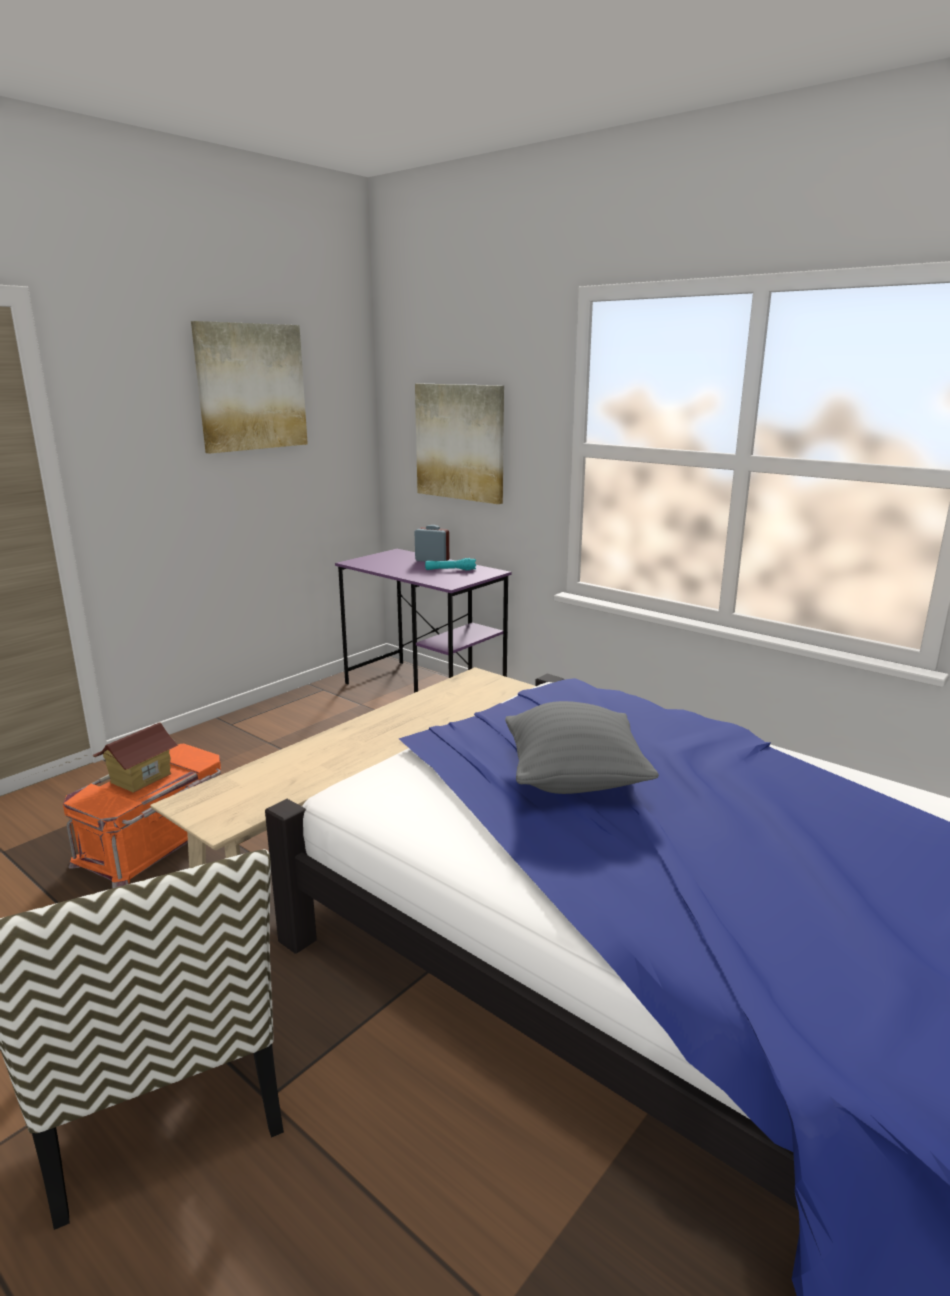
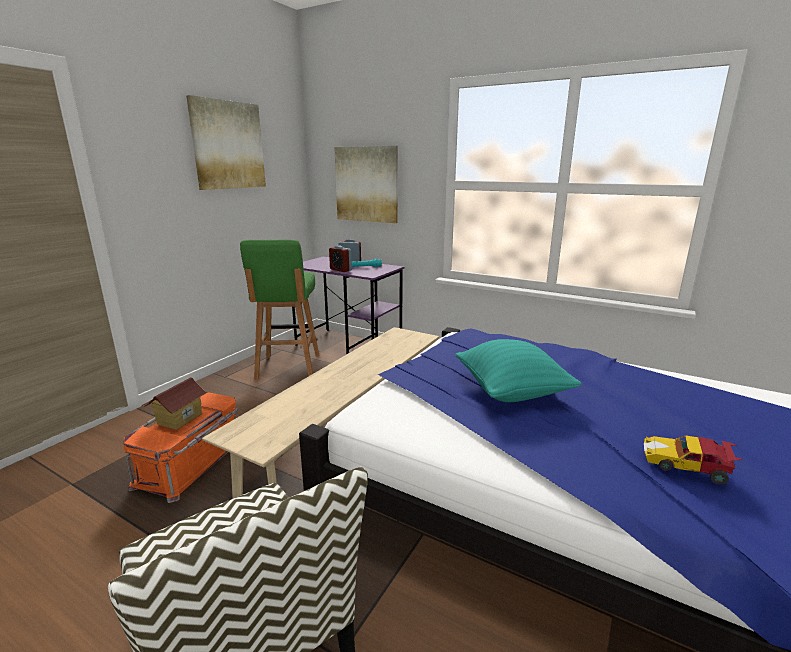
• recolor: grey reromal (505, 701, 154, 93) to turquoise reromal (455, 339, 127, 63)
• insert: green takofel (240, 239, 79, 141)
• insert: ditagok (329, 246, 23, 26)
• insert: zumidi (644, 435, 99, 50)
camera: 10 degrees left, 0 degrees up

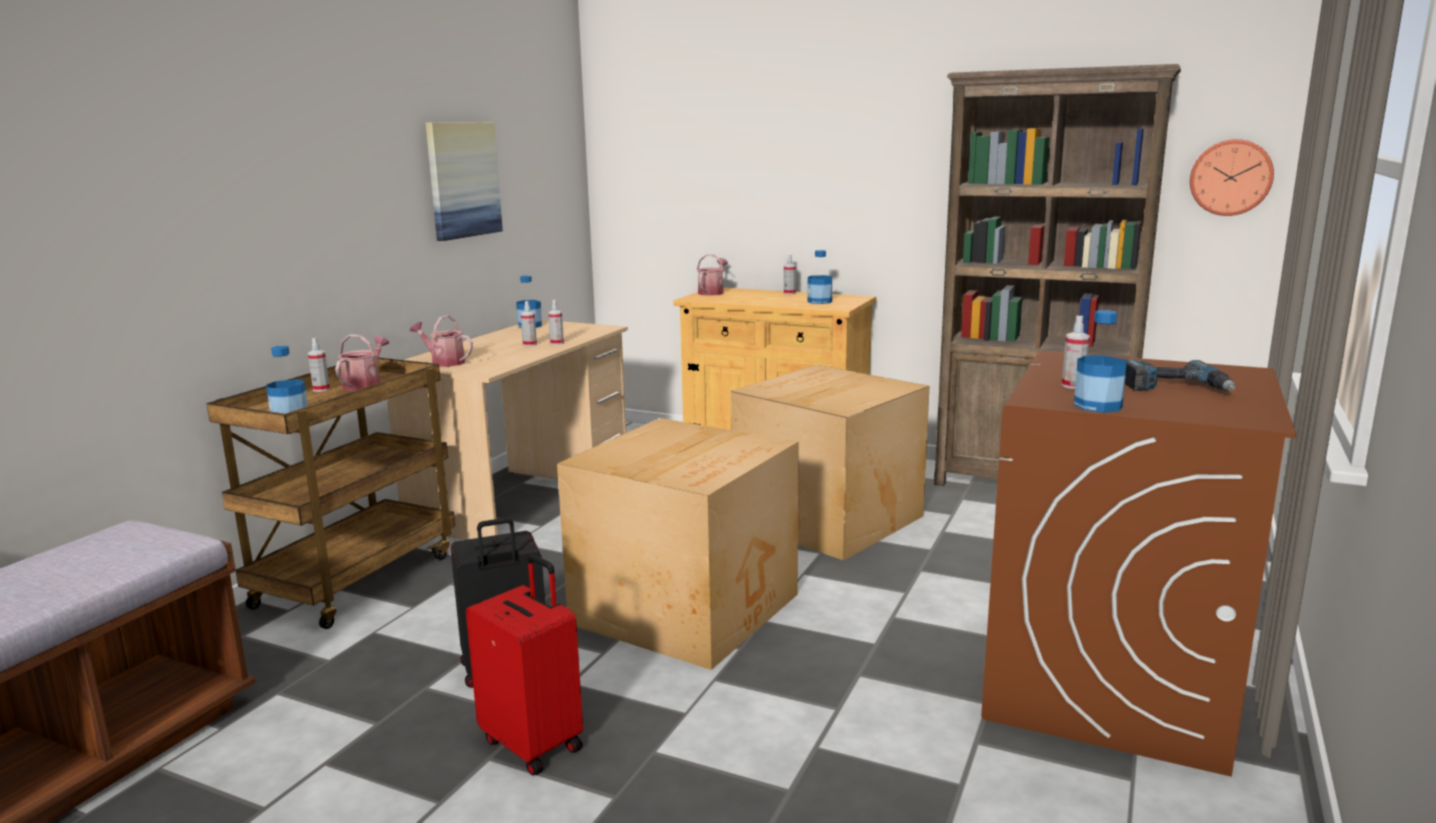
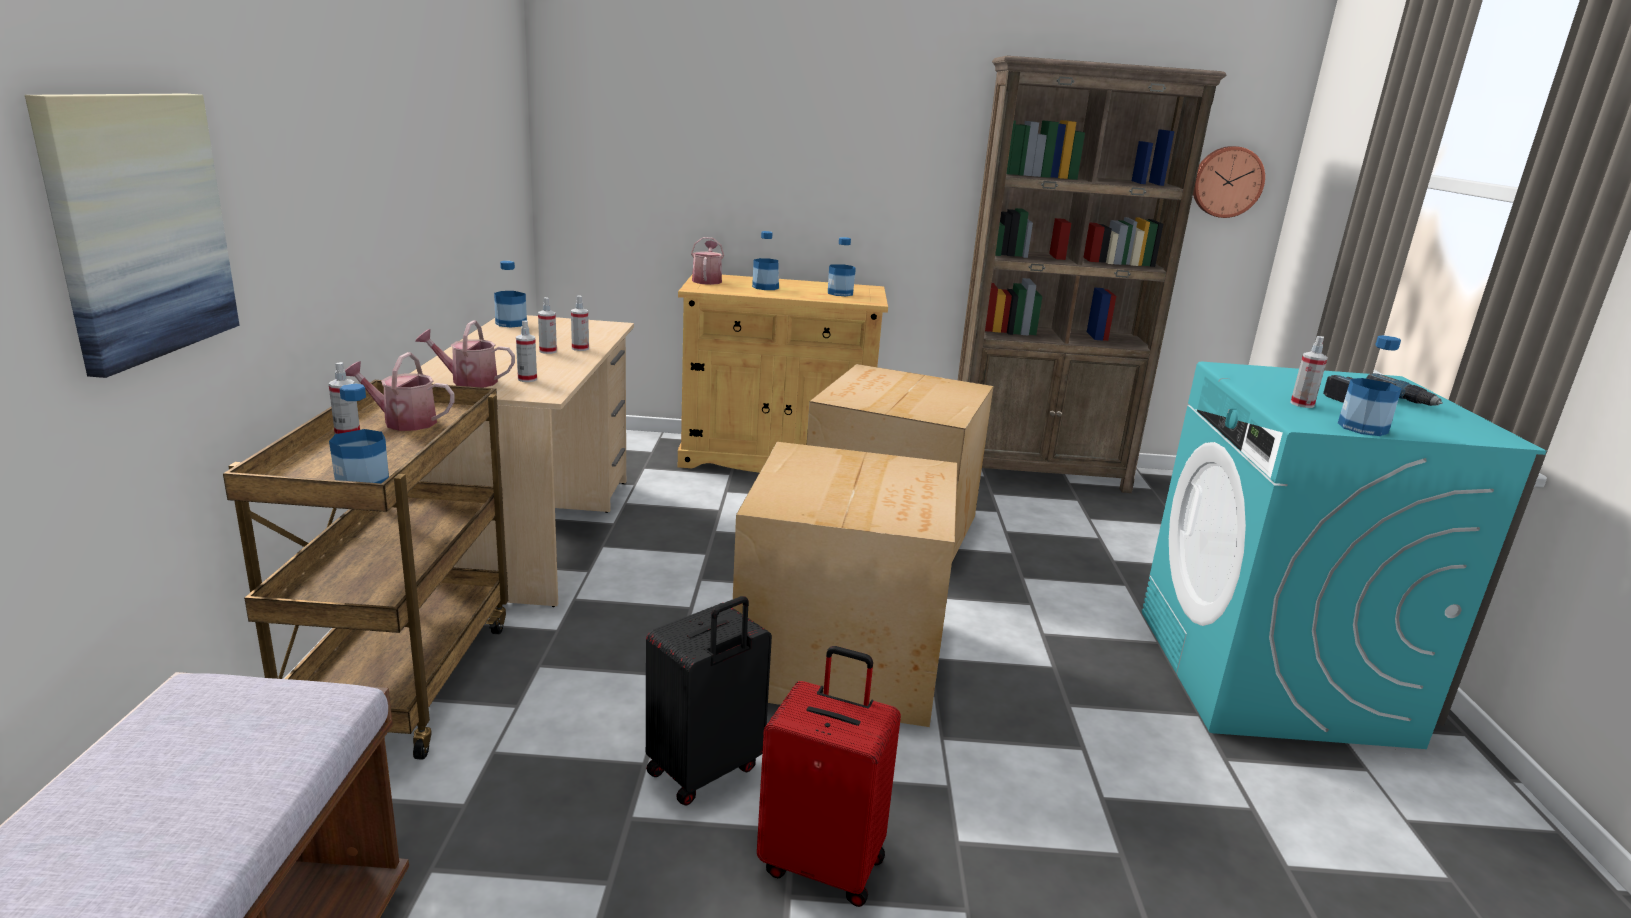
• rotate: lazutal (335, 334, 54, 57) = (345, 352, 110, 79) 75 degrees counterclockwise
• move: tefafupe (425, 122, 78, 119) to (25, 94, 215, 284)
• move: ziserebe (784, 255, 12, 40) to (516, 320, 21, 62)
• recolor: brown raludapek (981, 351, 316, 426) to turquoise raludapek (1142, 361, 404, 388)
• insert: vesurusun (752, 231, 27, 59)
camera: 25 degrees left, 5 degrees up

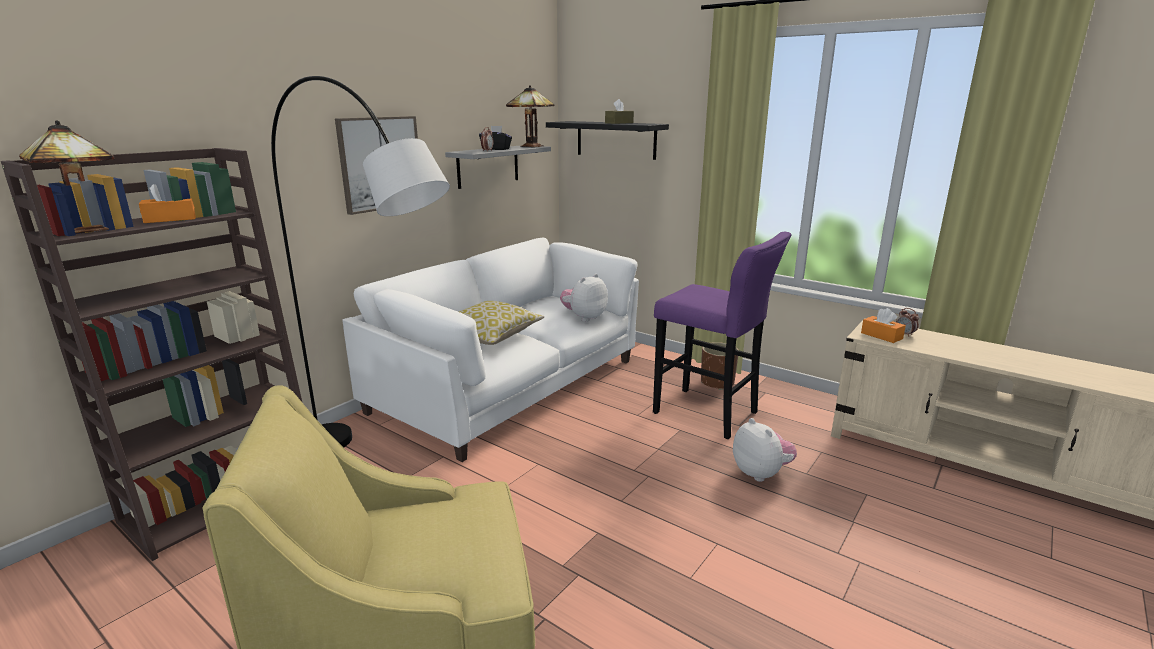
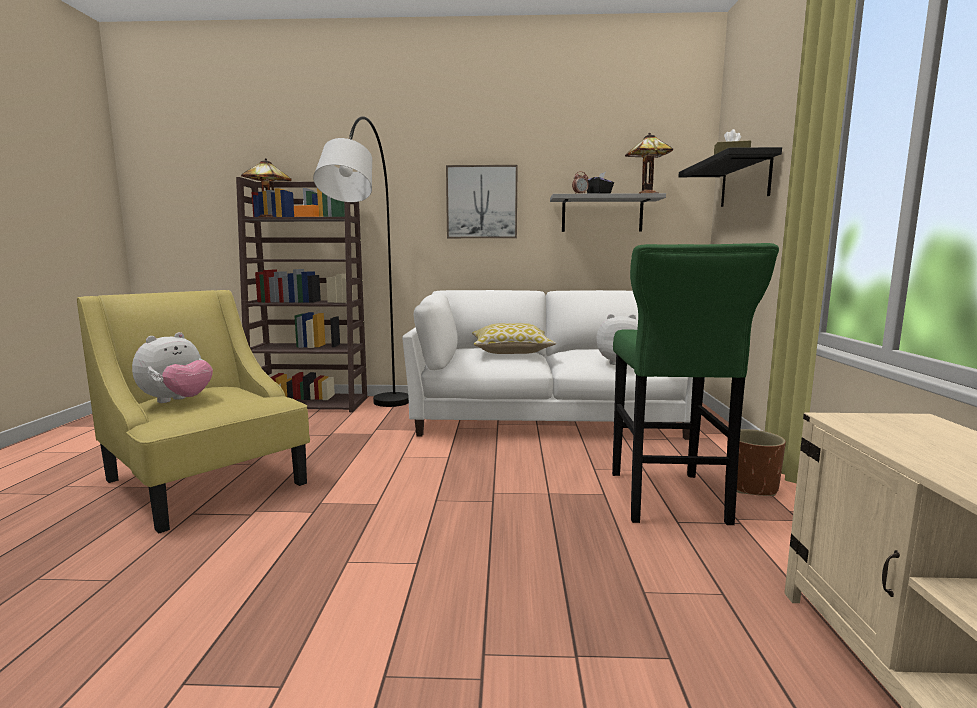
• recolor: purple takofel (653, 232, 139, 208) to green takofel (612, 243, 167, 282)
• move: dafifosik (733, 418, 64, 64) to (132, 332, 81, 71)
• delete: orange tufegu (861, 308, 45, 35)
• delete: ditagok (896, 308, 23, 29)
camera: 55 degrees right, 10 degrees down

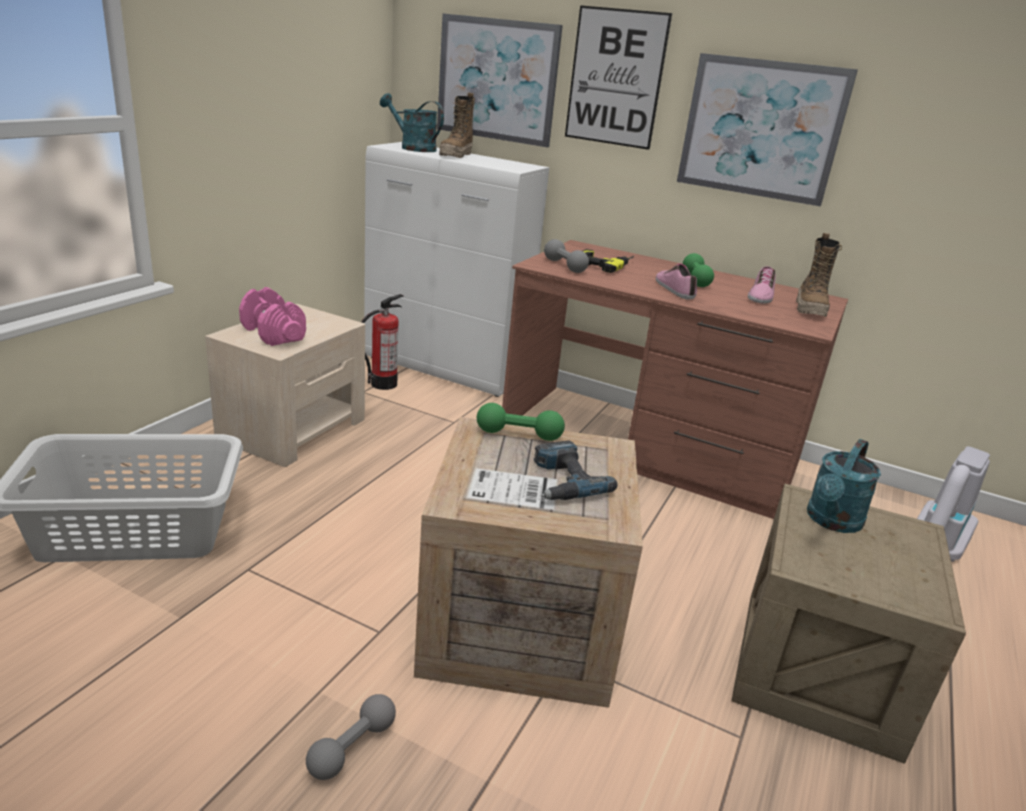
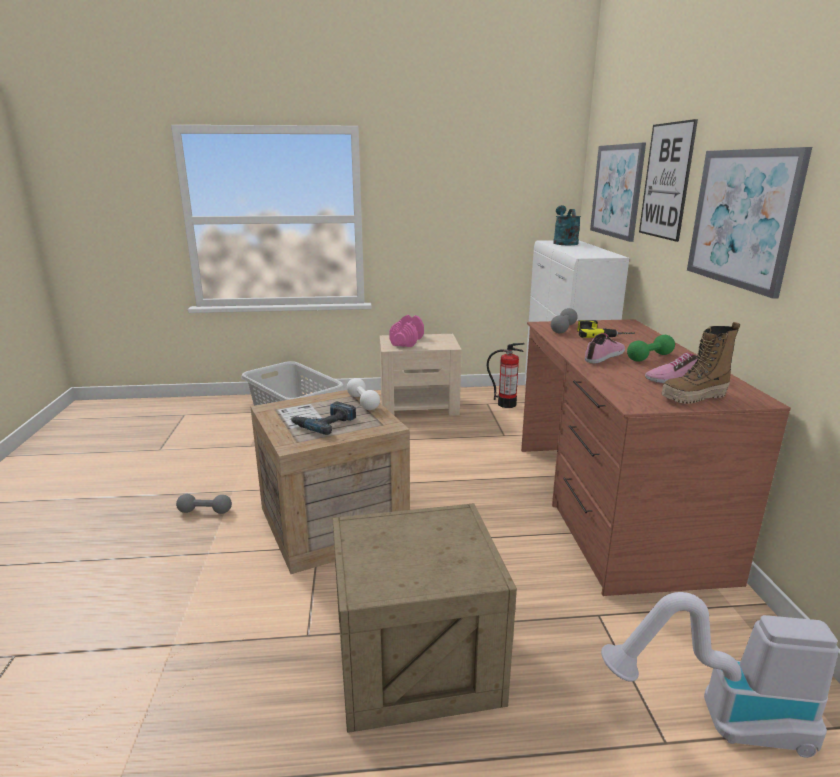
• delete: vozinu (439, 92, 36, 66)
• recolor: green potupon (477, 403, 88, 38) to white potupon (347, 378, 33, 32)
• delete: turquoise lazutal (807, 439, 74, 94)
camera: 60 degrees right, 5 degrees down

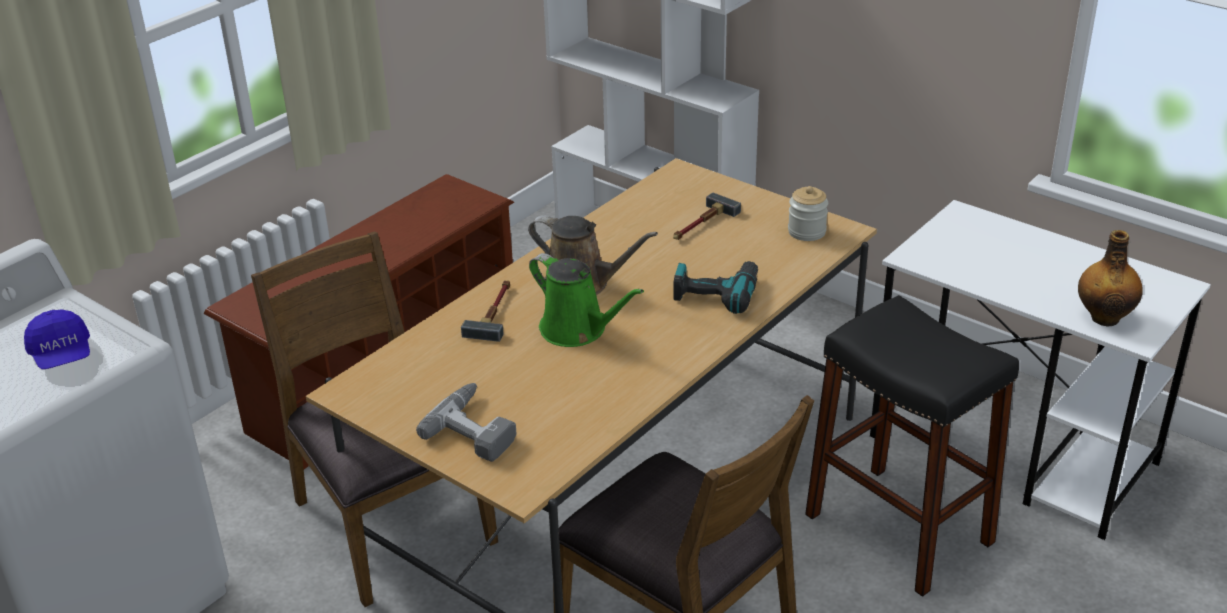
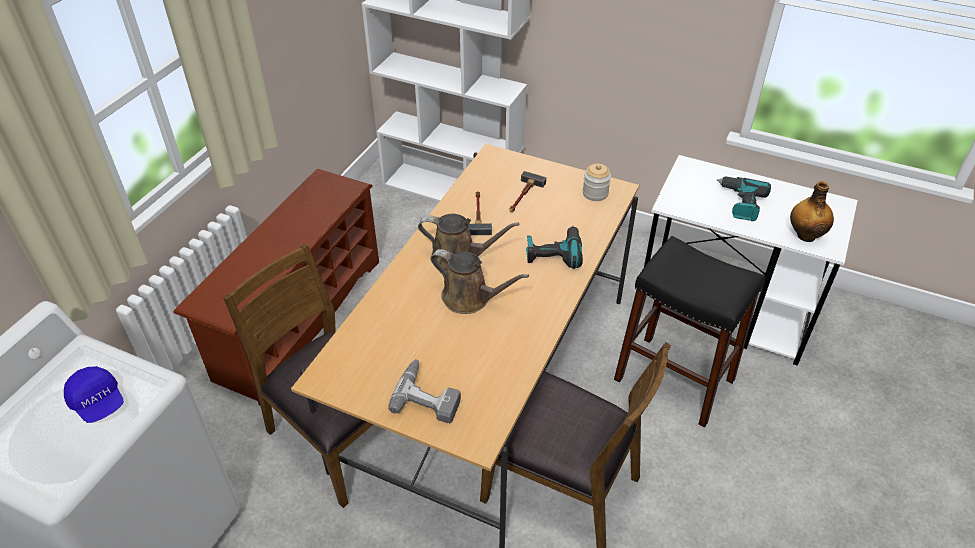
• move: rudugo (461, 280, 49, 62) to (468, 191, 24, 44)
• recolor: green lazutal (529, 253, 115, 94) to brown lazutal (430, 249, 99, 65)
• insert: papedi (716, 176, 55, 45)
camera: 15 degrees left, 10 degrees up

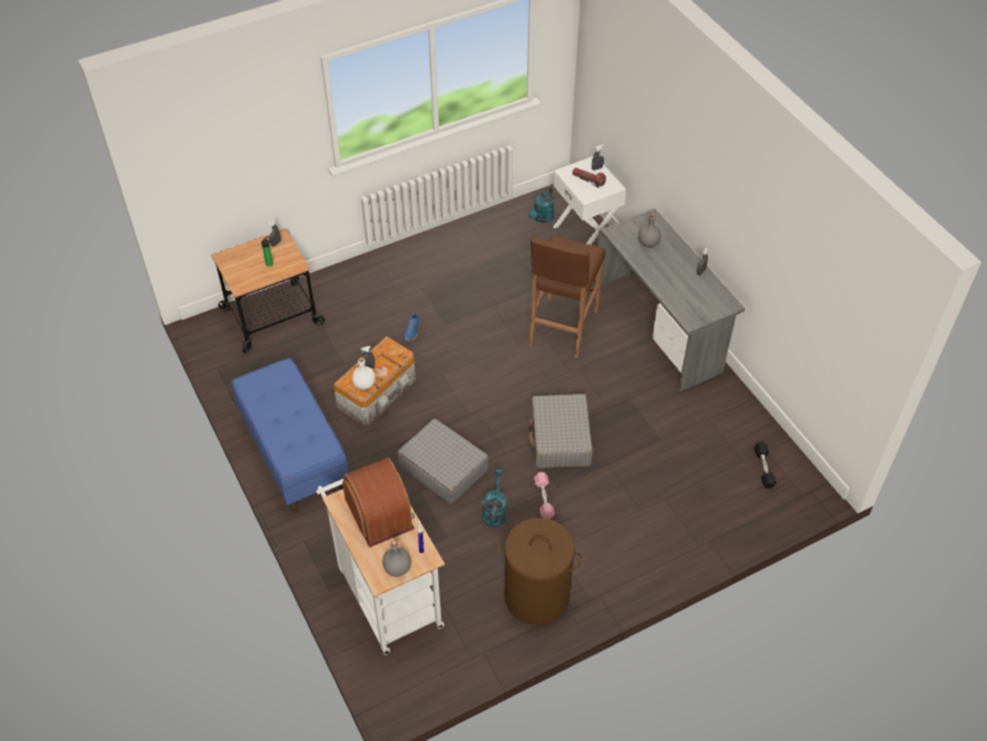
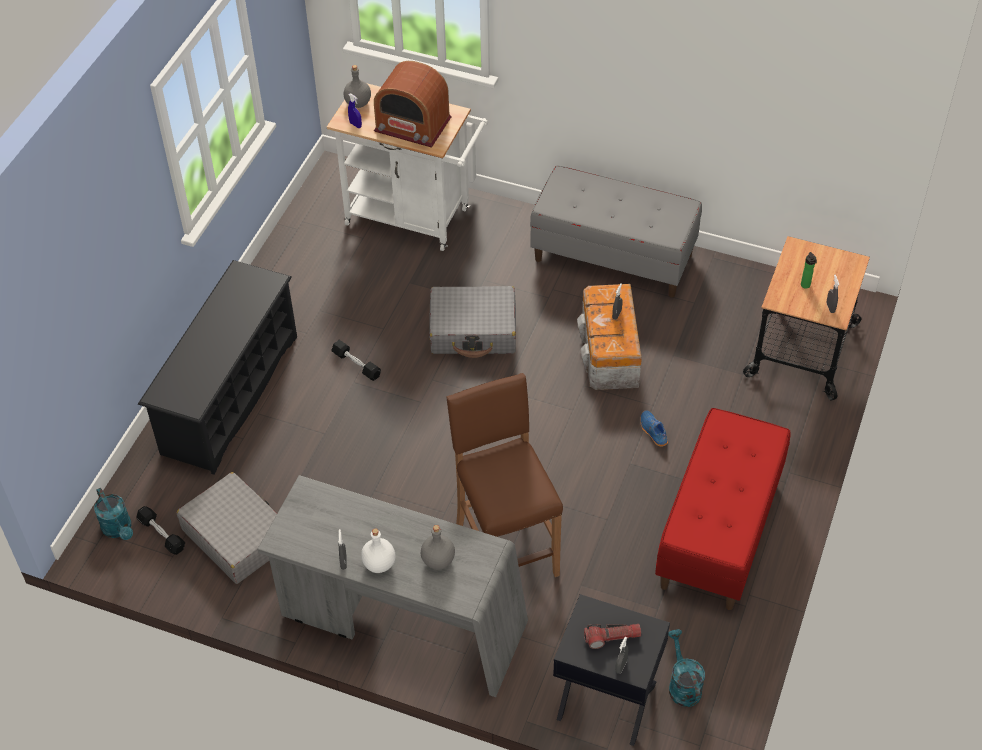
• recolor: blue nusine (232, 358, 117, 155) to grey nusine (530, 166, 172, 132)
• move: white vesurusun (352, 357, 23, 33) to (361, 528, 35, 45)
• move: turquoise lazutal (482, 469, 25, 58) to (94, 488, 39, 52)
• delete: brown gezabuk (497, 518, 85, 107)
• move: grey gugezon (529, 394, 64, 74) to (177, 472, 100, 112)
• recolor: pink potupon (534, 472, 21, 47) to black potupon (331, 340, 50, 41)
• recolor: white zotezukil (553, 156, 73, 89) to black zotezukil (553, 594, 117, 152)
• insert: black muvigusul (138, 260, 159, 215)
• insert: red nusine (655, 408, 135, 202)
camera: 140 degrees right, 0 degrees up

